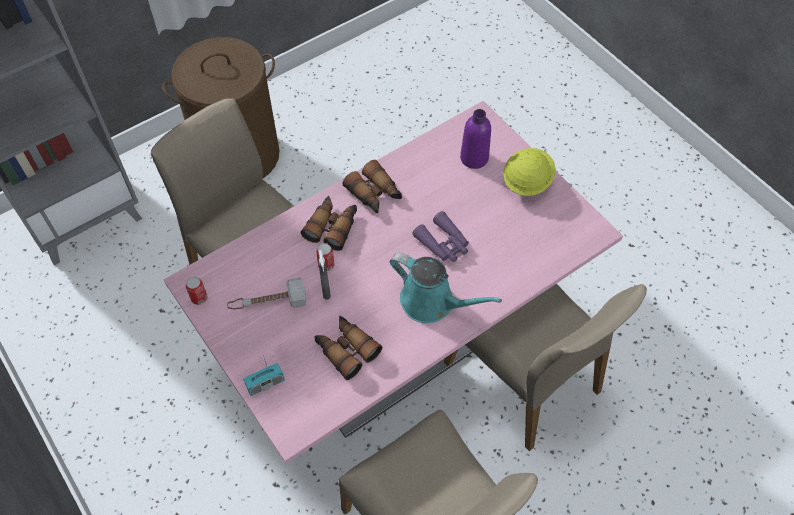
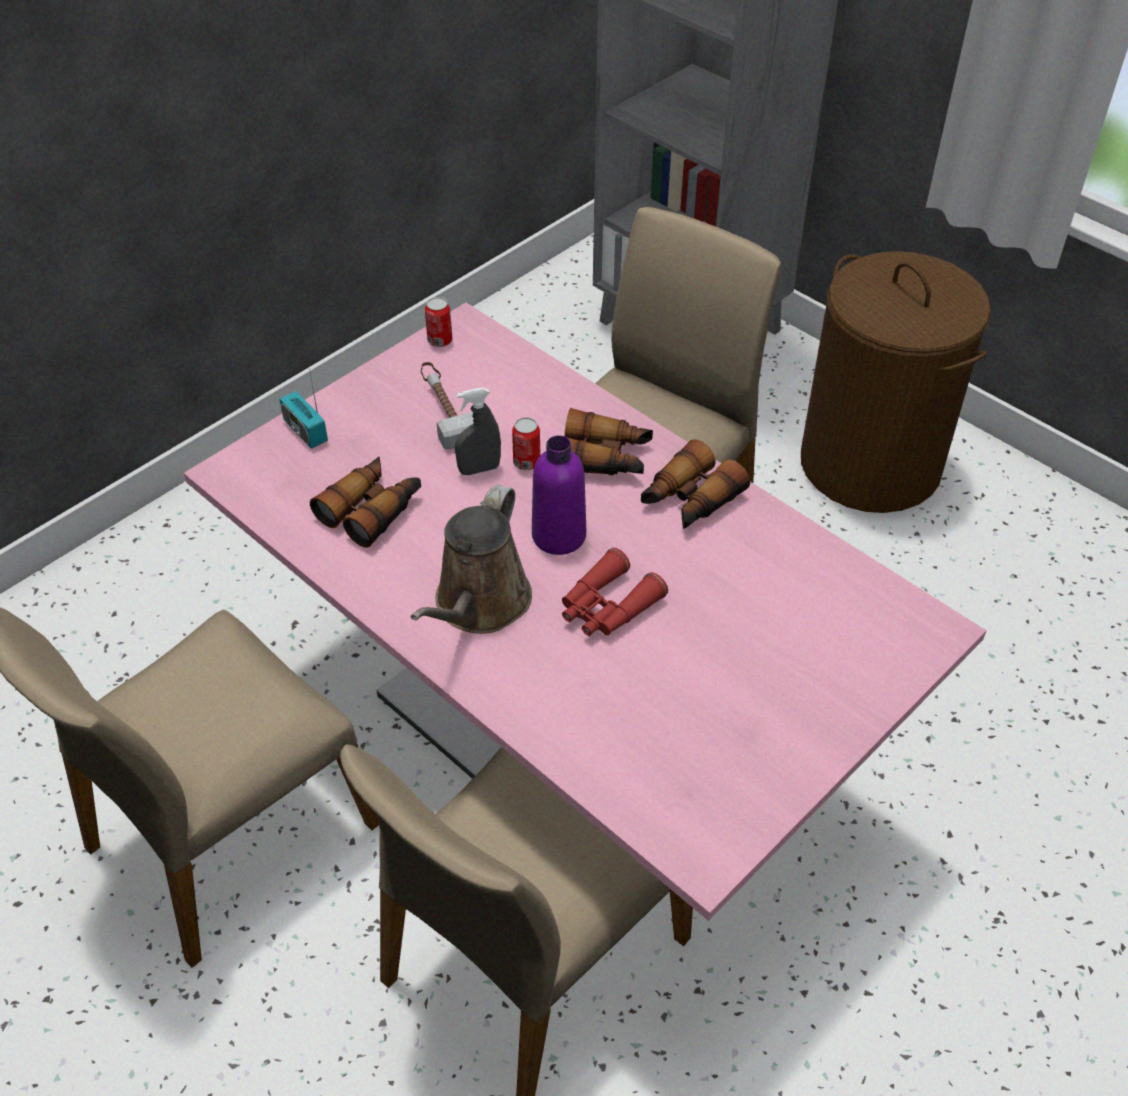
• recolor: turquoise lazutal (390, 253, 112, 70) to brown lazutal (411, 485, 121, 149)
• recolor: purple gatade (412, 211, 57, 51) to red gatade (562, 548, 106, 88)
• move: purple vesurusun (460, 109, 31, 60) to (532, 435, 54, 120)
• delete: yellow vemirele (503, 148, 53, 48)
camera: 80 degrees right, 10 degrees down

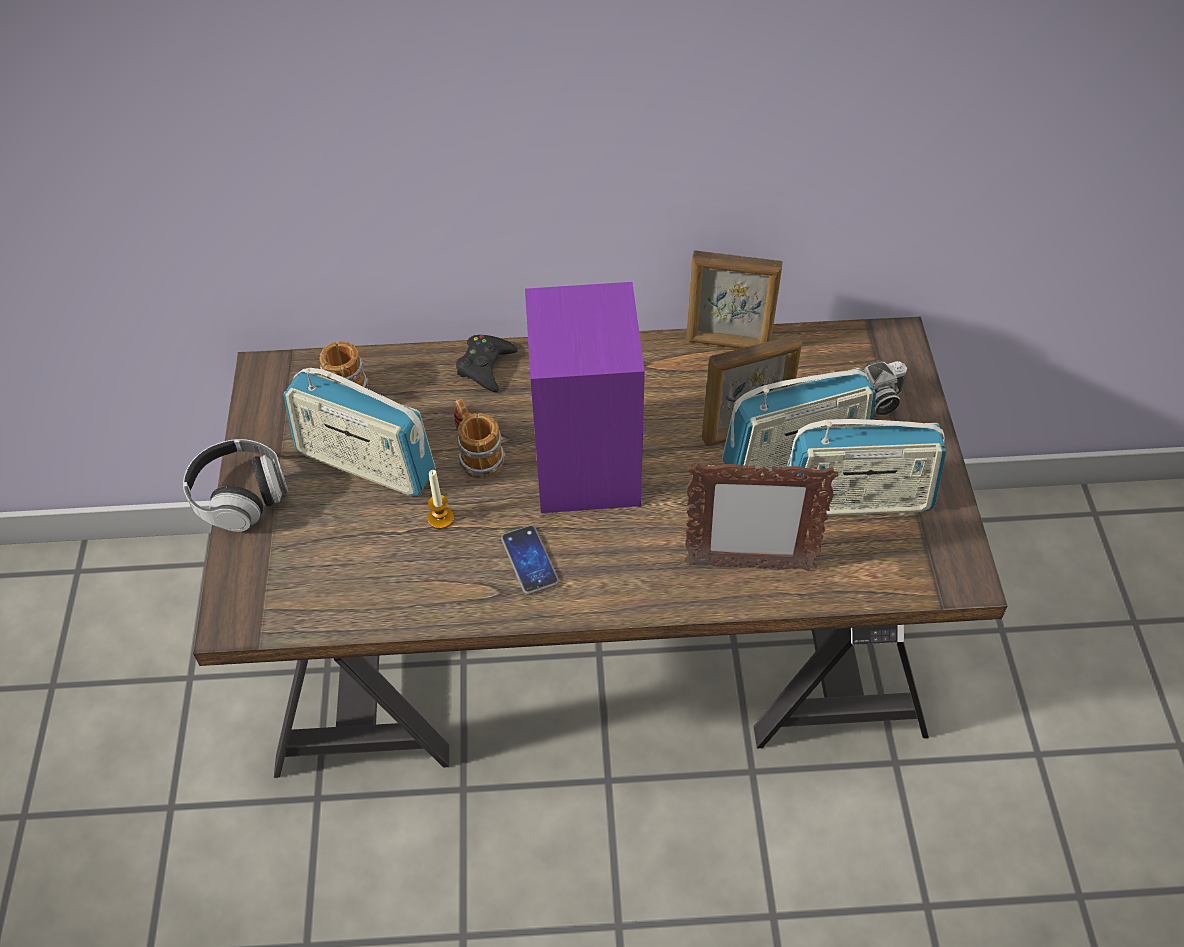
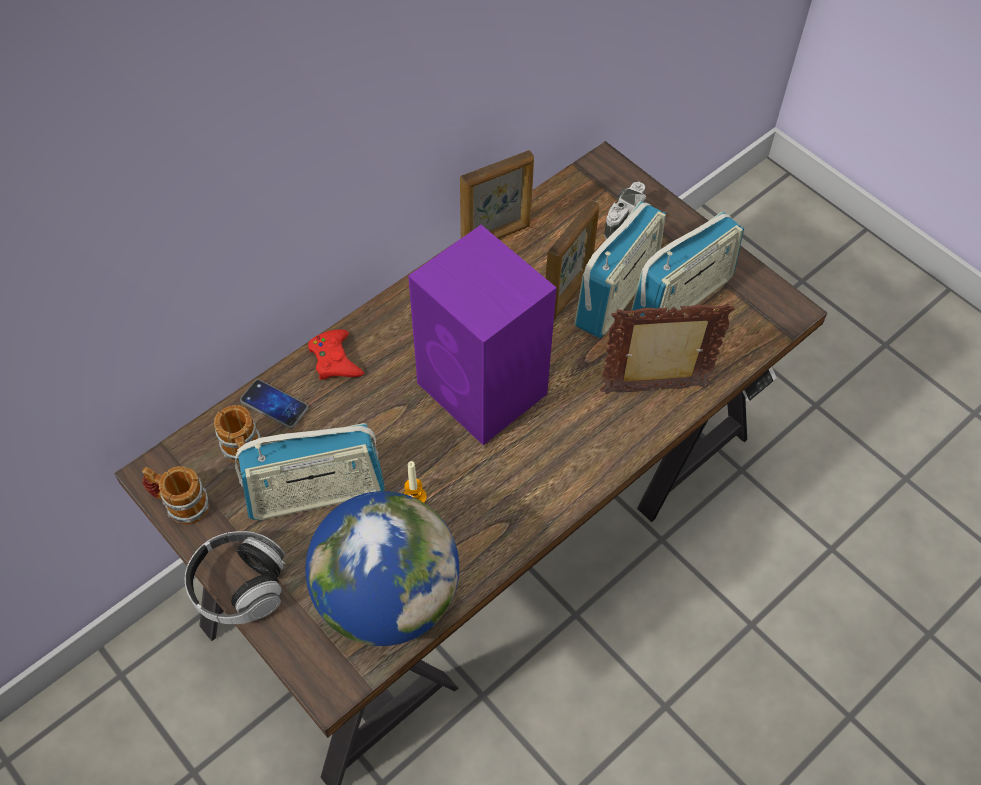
• move: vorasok (454, 399, 51, 80) to (142, 466, 67, 59)
• recolor: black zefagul (456, 335, 62, 57) to red zefagul (308, 329, 56, 51)
• move: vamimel (501, 525, 58, 70) to (240, 379, 69, 50)
• rotate: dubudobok (685, 461, 153, 110) = (600, 303, 135, 91) 150 degrees counterclockwise
• insert: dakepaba (305, 491, 154, 155)
camera: 40 degrees left, 5 degrees up

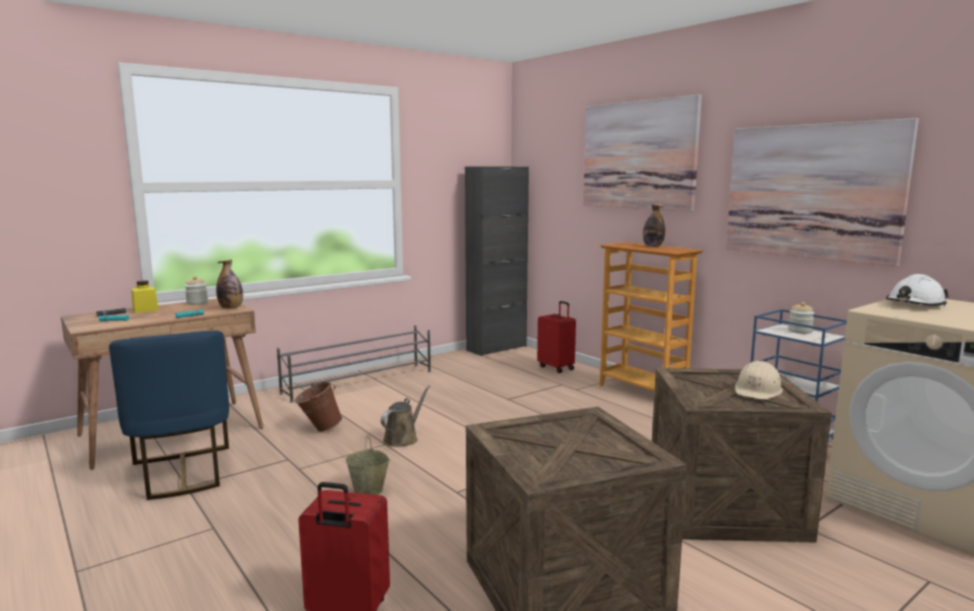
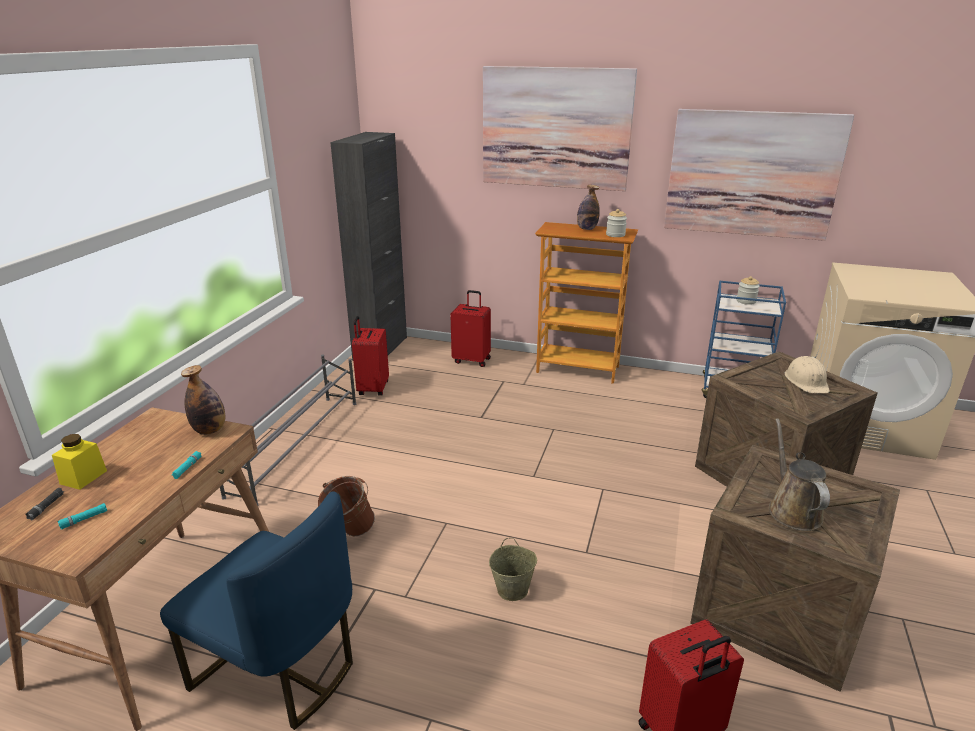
• move: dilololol (185, 276, 23, 29) to (606, 209, 21, 28)
• move: brown lazutal (381, 385, 49, 62) to (769, 418, 61, 113)
• delete: white vemirele (886, 274, 63, 33)
• insert: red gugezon (352, 316, 37, 80)
camera: 35 degrees left, 15 degrees up

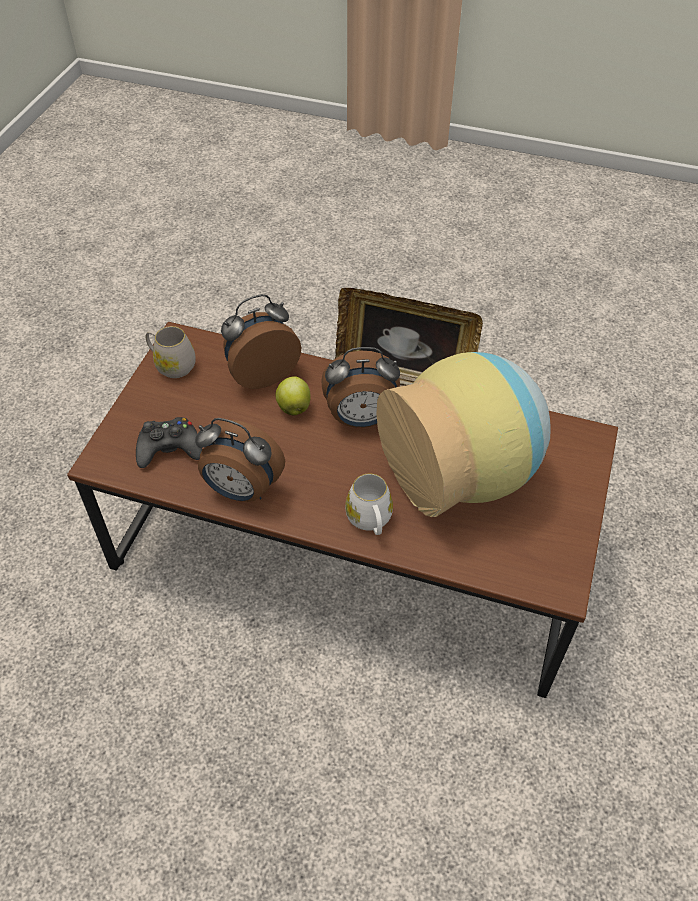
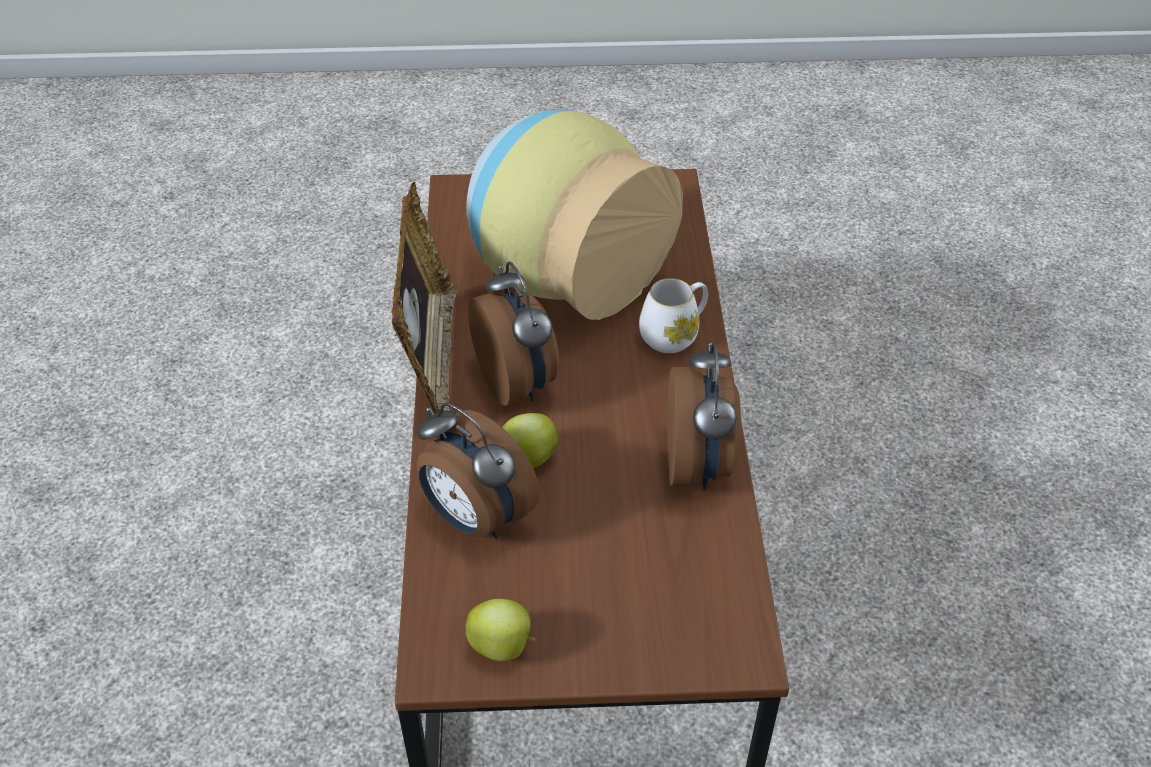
• delete: black zefagul (136, 417, 66, 51)
• replace: white vorasok (146, 326, 50, 52) to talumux (466, 599, 70, 63)
camera: 110 degrees left, 5 degrees down

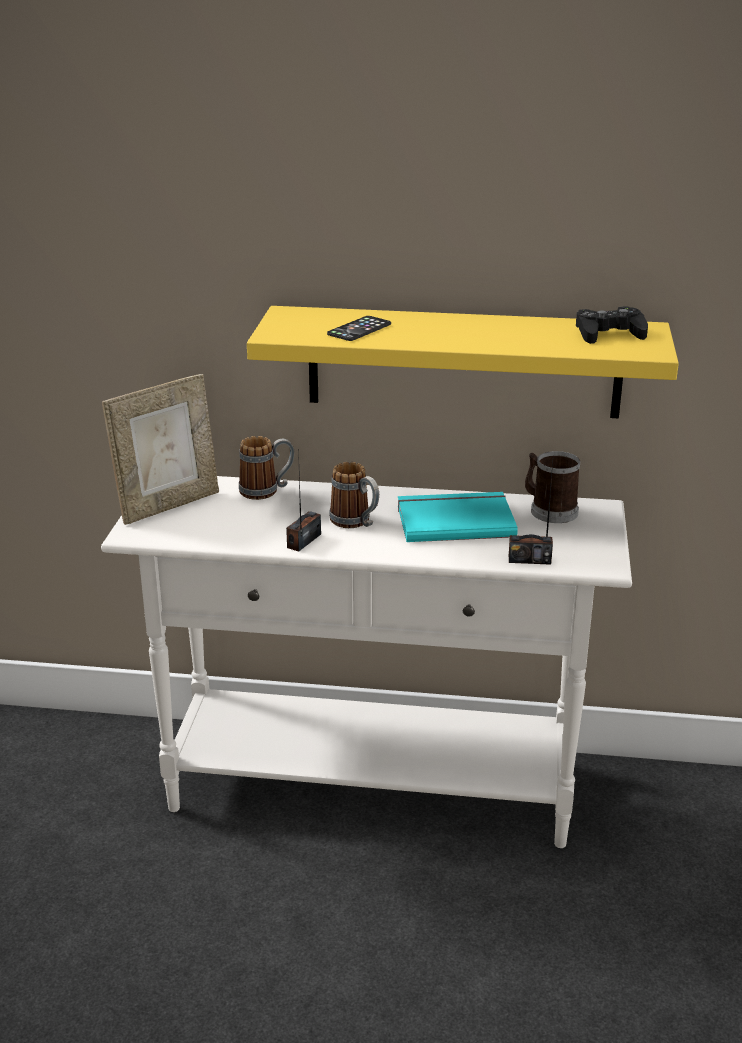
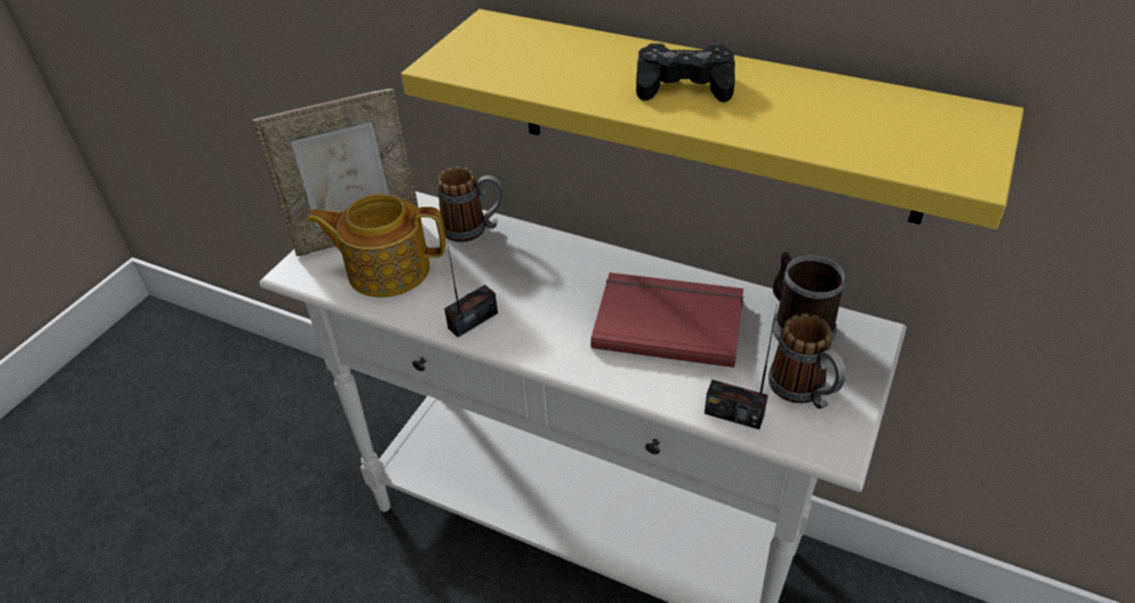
• delete: vamimel (327, 316, 64, 25)
• move: vorasok (329, 462, 50, 66) to (768, 313, 78, 96)
• recolor: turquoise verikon (398, 492, 120, 50) to red verikon (591, 272, 153, 96)
• move: black zefagul (576, 306, 72, 38) to (636, 43, 99, 59)
• insert: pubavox (307, 193, 139, 105)
camera: 20 degrees right, 15 degrees up

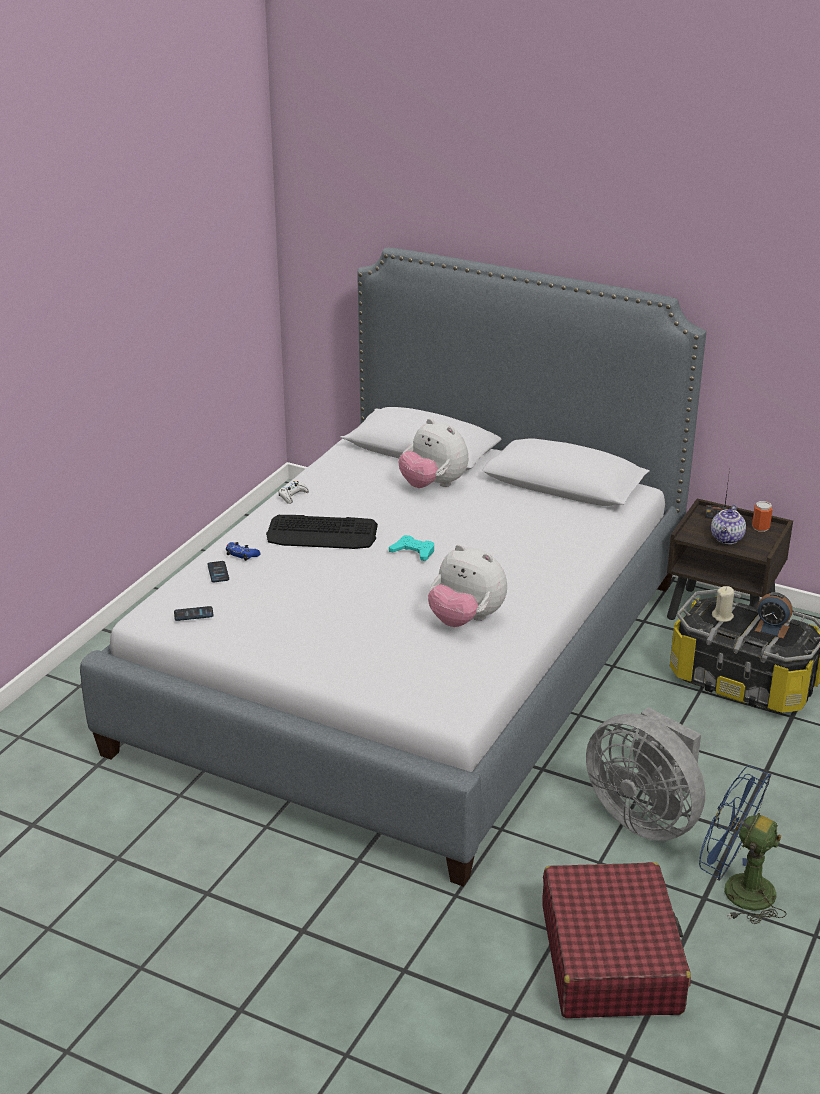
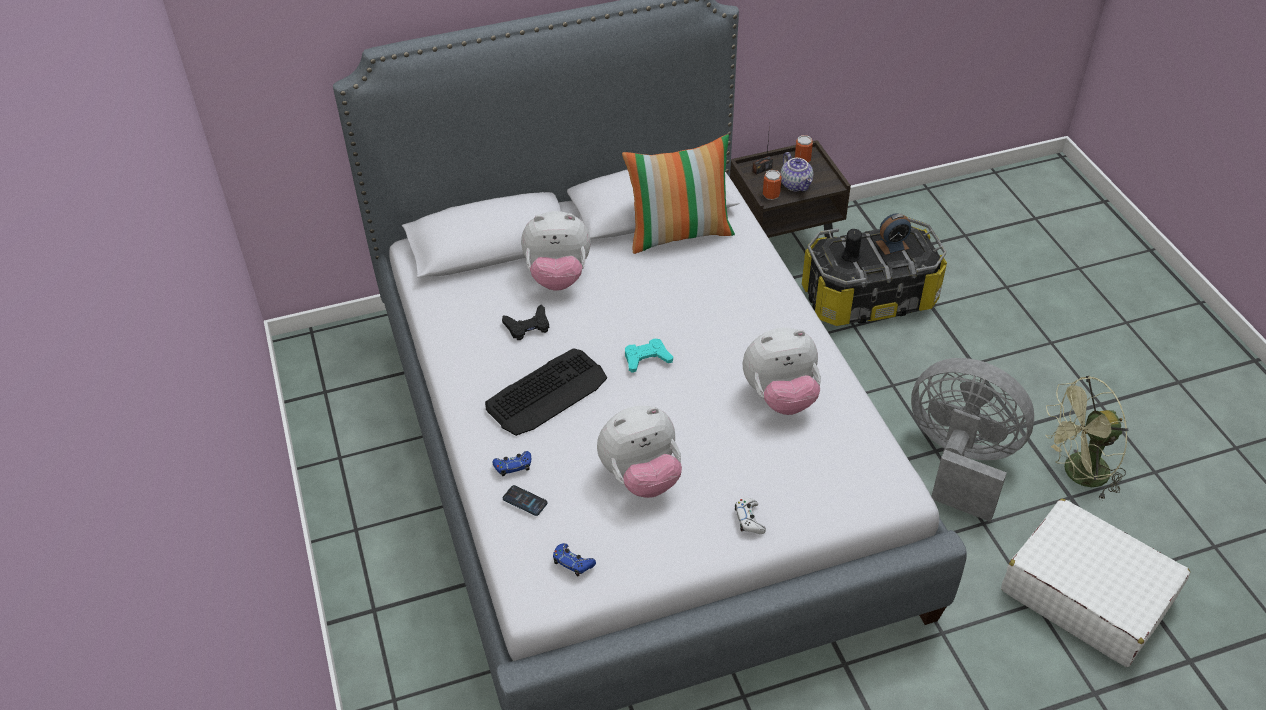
• replace: vamimel (174, 606, 40, 15) to blue zefagul (553, 543, 43, 33)
• move: white zefagul (278, 481, 31, 23) to (735, 498, 31, 36)
• recolor: red gugezon (542, 862, 149, 156) to white gugezon (1001, 499, 189, 168)
• rotate: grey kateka (586, 707, 119, 134) = (911, 358, 123, 164) 150 degrees counterclockwise
• recolor: blue kateka (699, 765, 88, 159) to green kateka (1046, 376, 82, 123)
• recolor: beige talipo (712, 586, 22, 36) to black talipo (841, 229, 21, 33)
• insert: black zefagul (502, 305, 47, 35)
• insert: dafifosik (597, 406, 85, 92)
• insert: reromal (622, 134, 113, 120)
• insert: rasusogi (763, 170, 19, 30)
camera: 45 degrees left, 15 degrees up

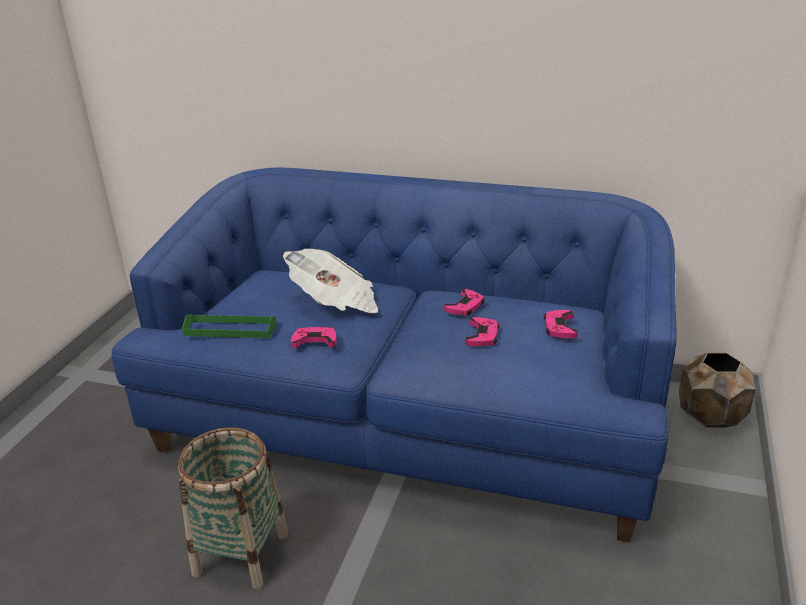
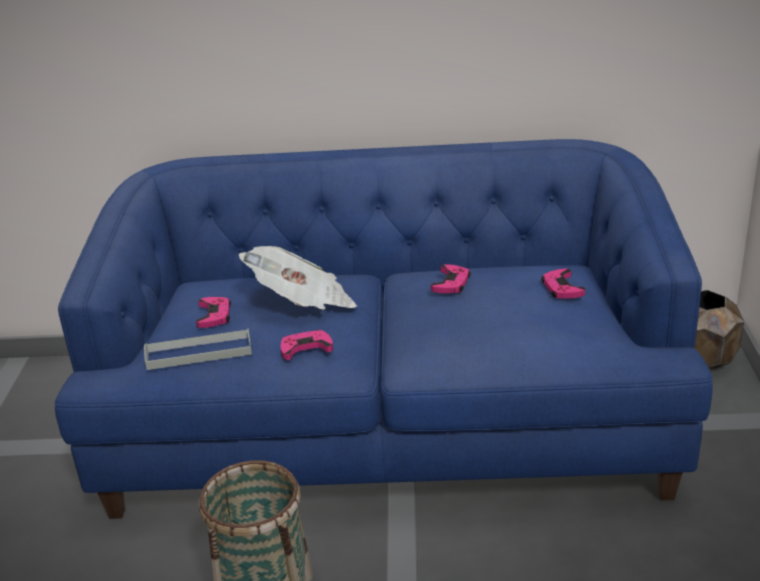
• recolor: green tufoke (182, 314, 94, 24) to grey tufoke (144, 328, 108, 42)
• move: pink zefagul (466, 317, 33, 30) to (196, 297, 35, 31)
camera: 15 degrees left, 0 degrees up

